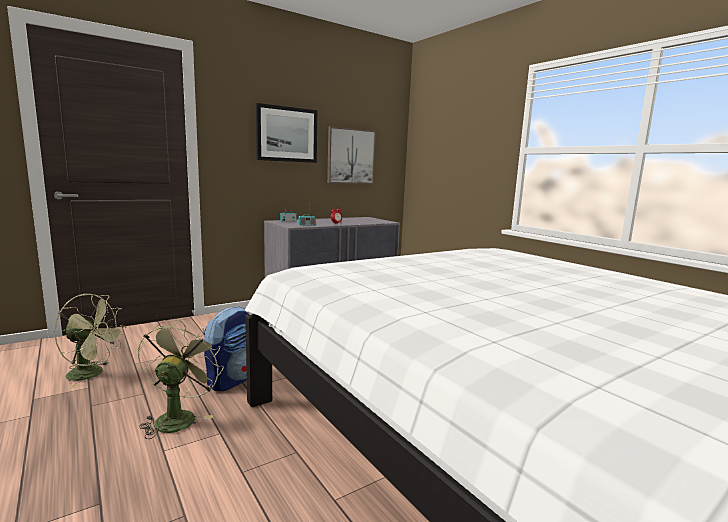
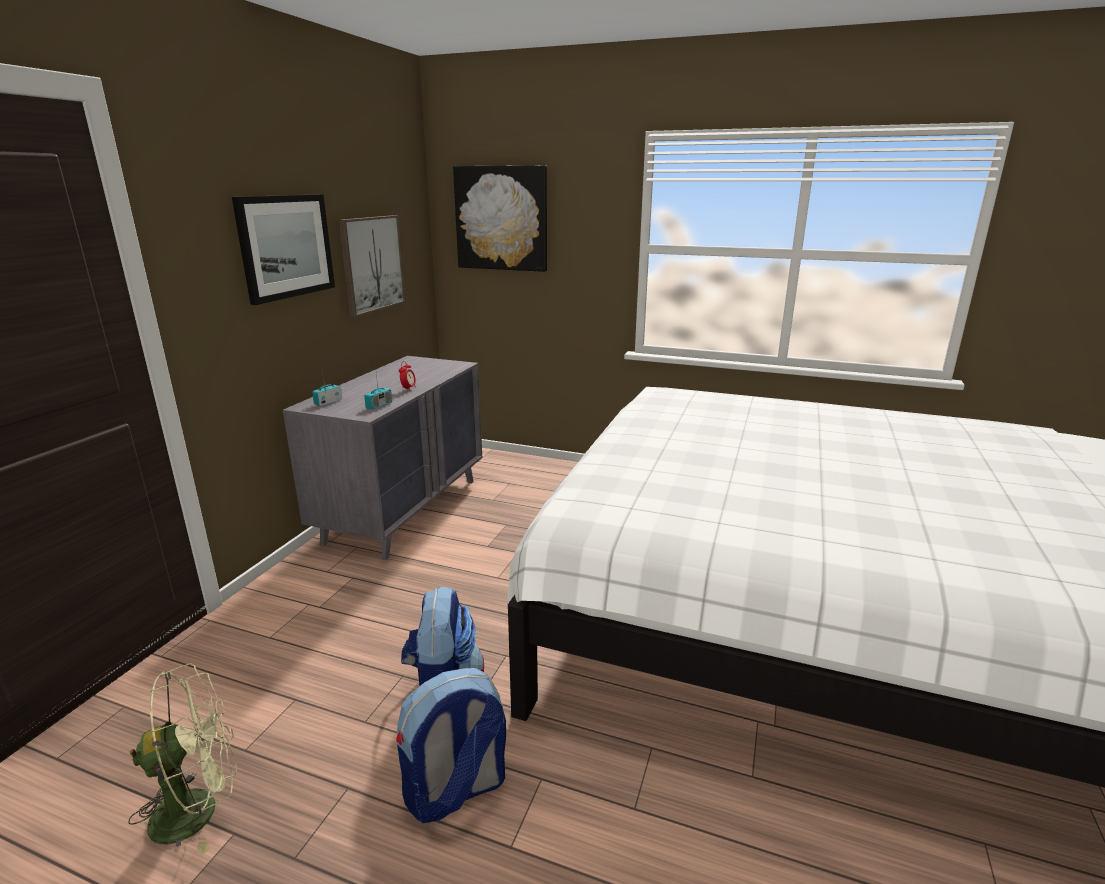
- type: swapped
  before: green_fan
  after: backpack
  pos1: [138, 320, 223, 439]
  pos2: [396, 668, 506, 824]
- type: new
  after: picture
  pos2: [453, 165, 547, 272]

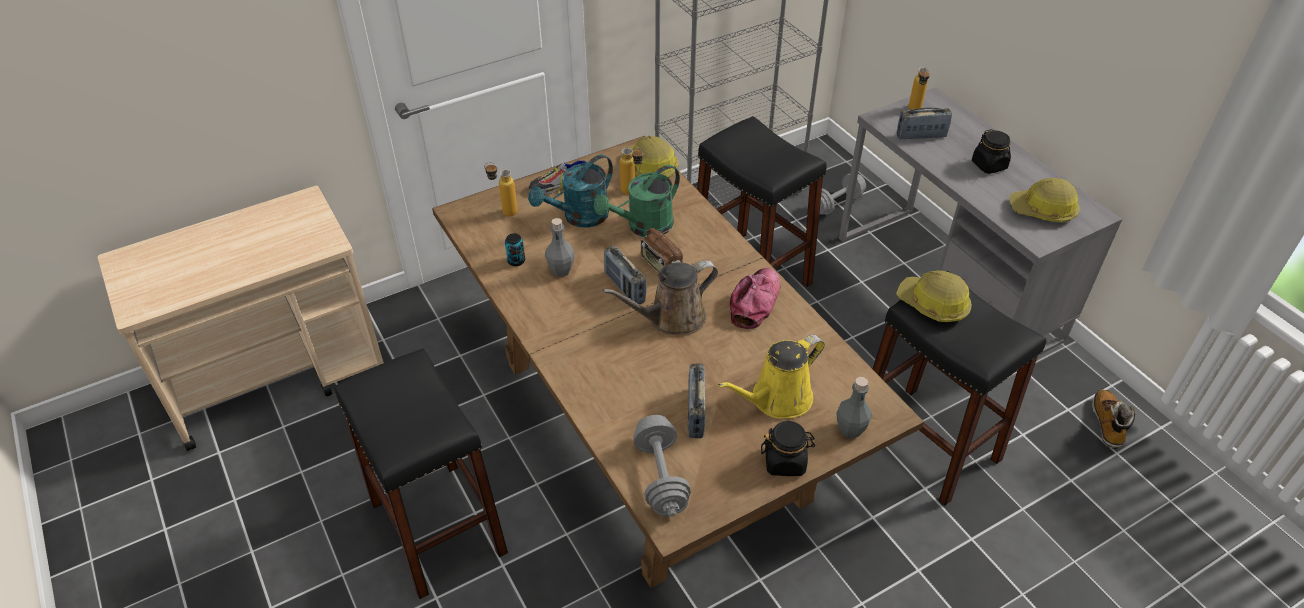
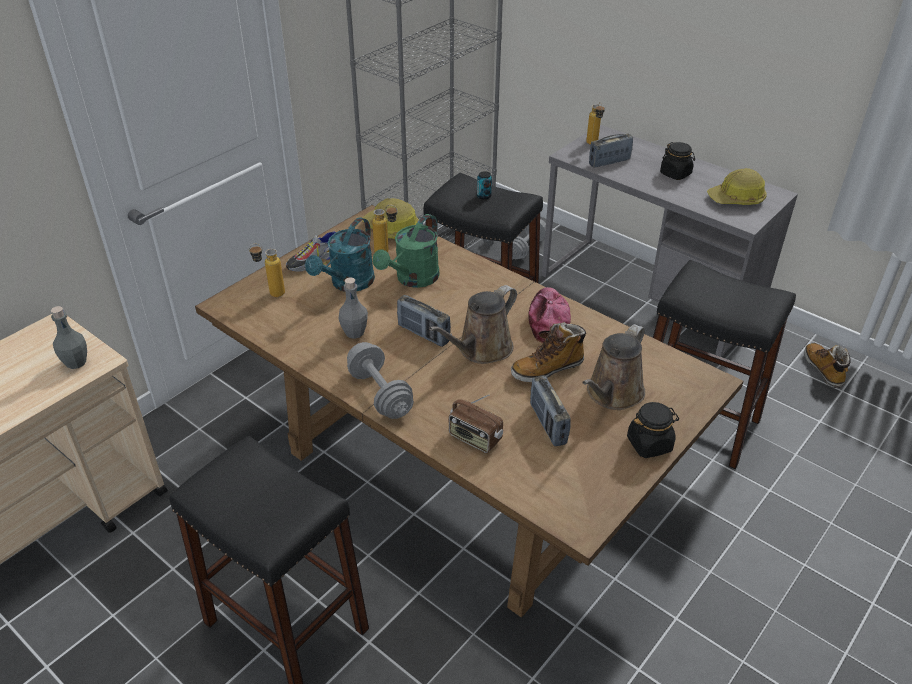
- type: shifted
  before: radio
  pos1: [641, 228, 683, 274]
  pos2: [449, 394, 503, 453]
- type: shifted
  before: can
  pos1: [505, 233, 525, 266]
  pos2: [477, 171, 492, 200]
- type: gone
  before: hard_hat
  pos1: [896, 270, 972, 322]
- type: repainted
  before: yellow_watering_can
  after: brown_watering_can
  pos1: [718, 335, 825, 419]
  pos2: [582, 324, 645, 410]
- type: shifted
  before: grey_bottle
  pos1: [837, 377, 872, 439]
  pos2: [51, 306, 87, 369]
- type: shifted
  before: grey_dumbbell
  pos1: [633, 415, 691, 516]
  pos2: [347, 342, 414, 419]
- type: new
  after: boot
  pos2: [511, 322, 587, 382]

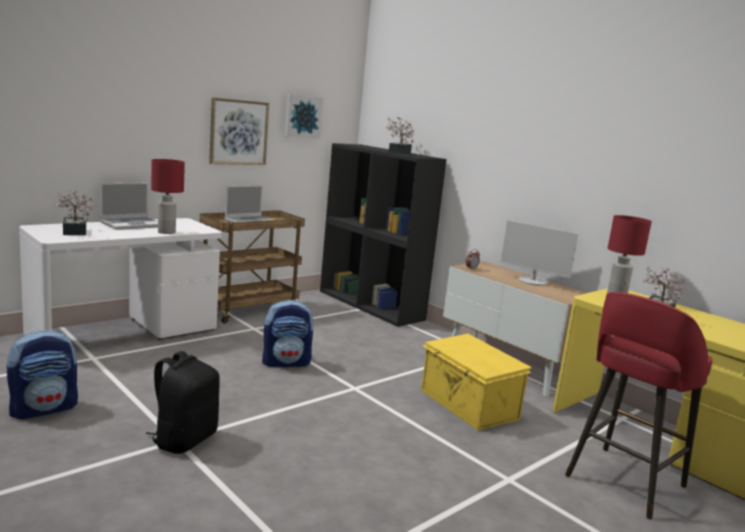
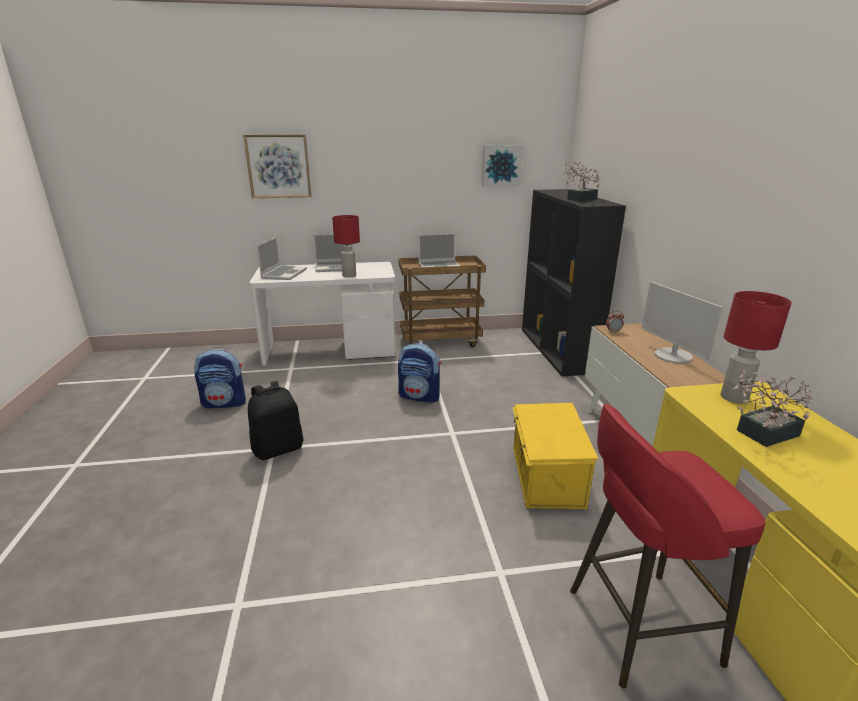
- type: shifted
  before: picture
  pos1: [209, 97, 269, 165]
  pos2: [243, 134, 312, 198]
- type: swapped
  before: potted_plant
  after: laptop
  pos1: [55, 191, 96, 235]
  pos2: [256, 237, 307, 280]

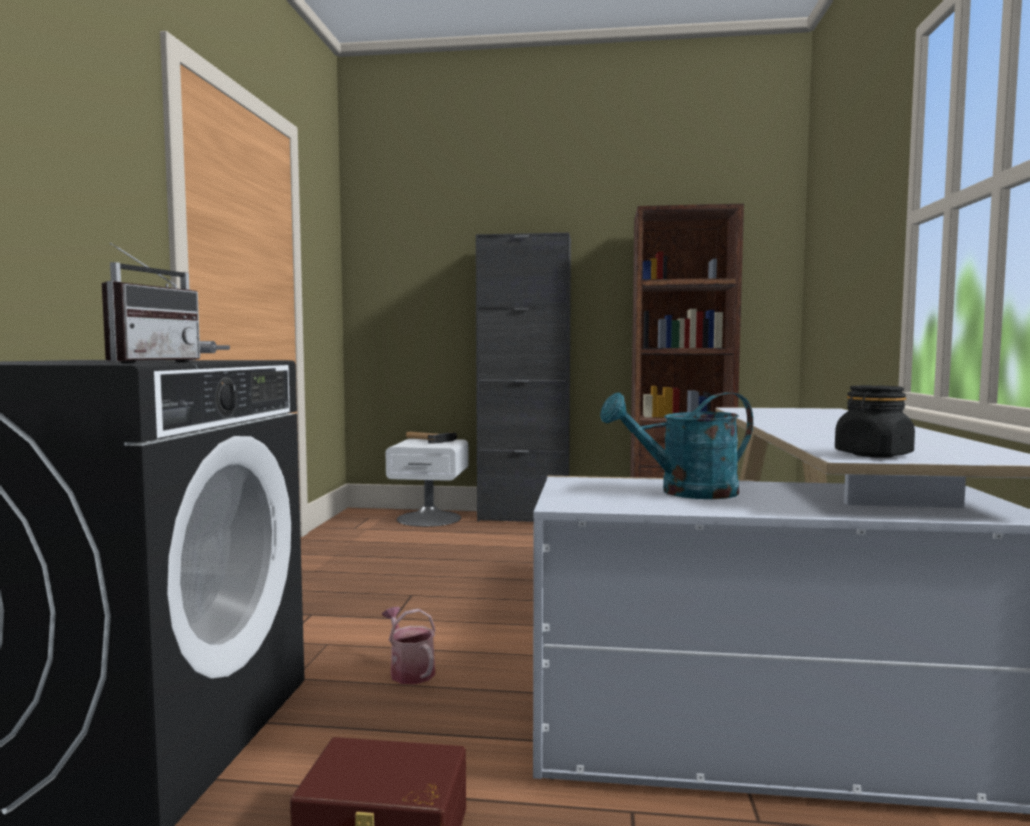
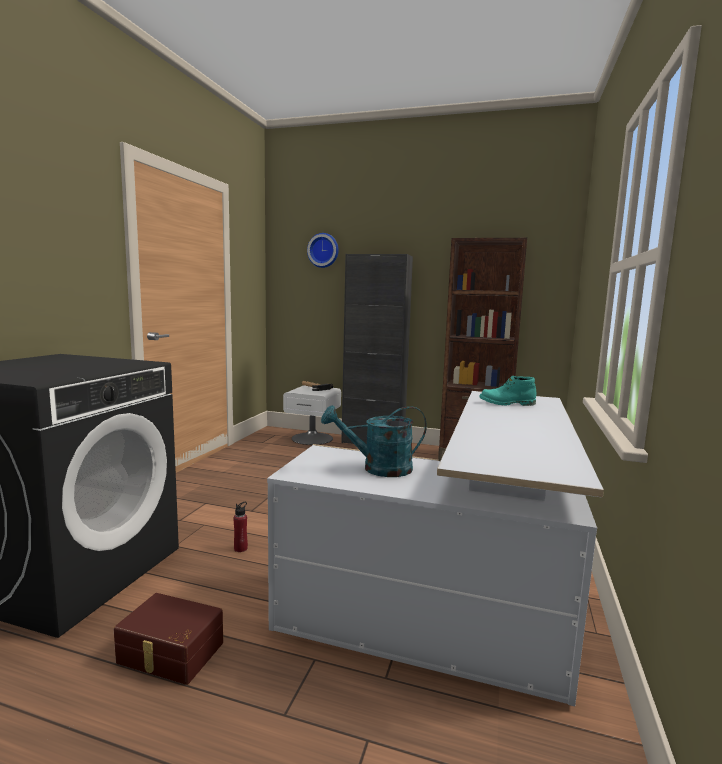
- type: gone
  before: radio
  pos1: [102, 242, 200, 364]
- type: gone
  before: black_jar
  pos1: [835, 385, 915, 458]
- type: swapped
  before: watering_can
  after: red_bottle
  pos1: [382, 607, 435, 684]
  pos2: [233, 502, 248, 552]
- type: new
  after: wall_clock
  pos2: [307, 233, 339, 268]
- type: new
  after: turquoise_boot
  pos2: [479, 375, 536, 406]

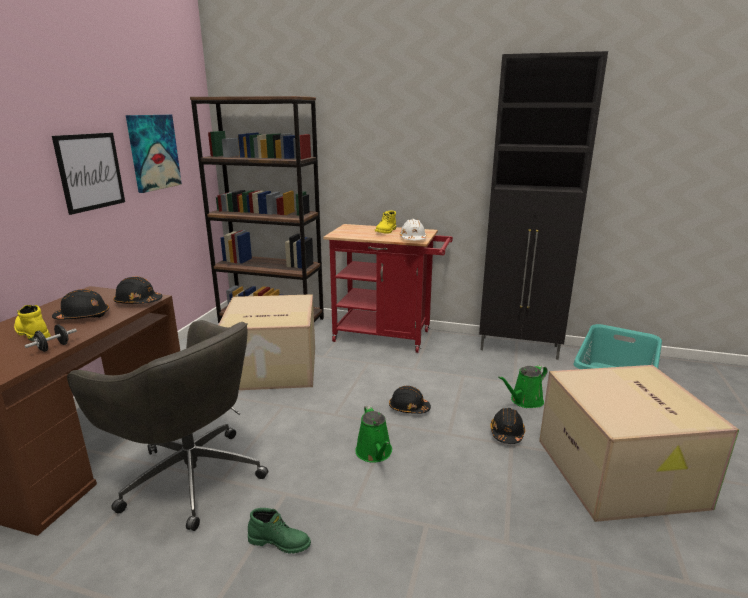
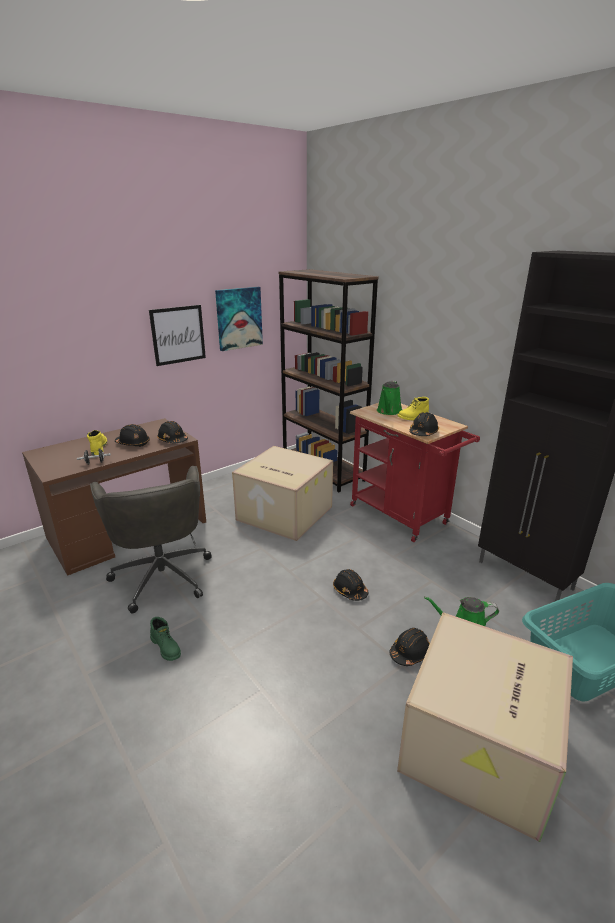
- type: repainted
  before: white_hard_hat
  after: black_hard_hat
  pos1: [400, 219, 427, 240]
  pos2: [409, 412, 439, 436]
- type: shifted
  before: green_watering_can
  pos1: [355, 405, 392, 463]
  pos2: [377, 381, 402, 415]

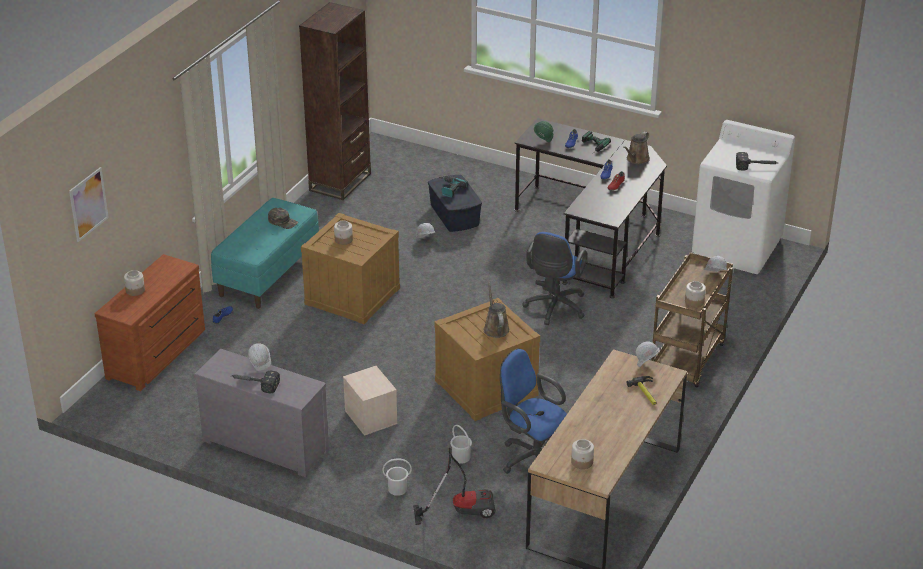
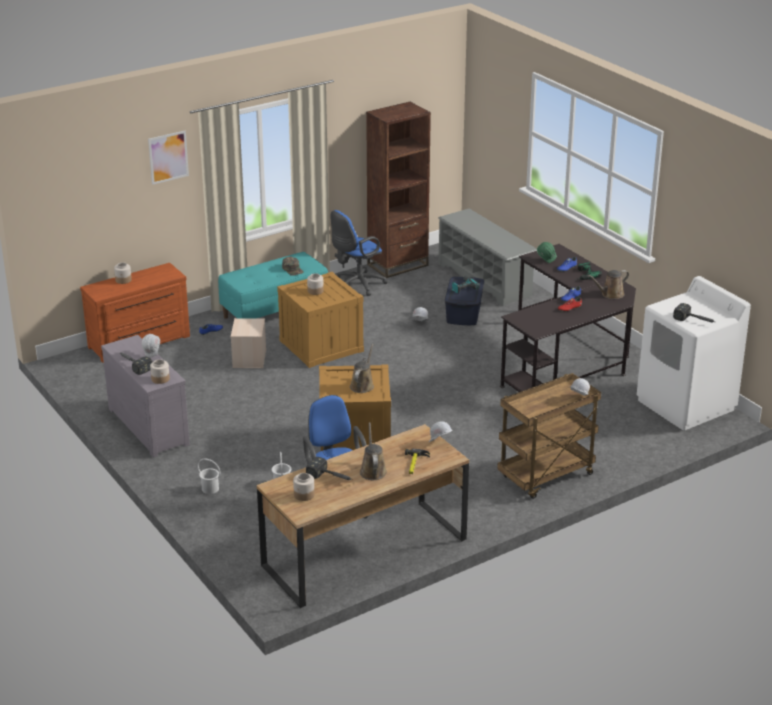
- type: shifted
  before: picture
  pos1: [69, 167, 109, 242]
  pos2: [148, 131, 189, 185]
- type: shifted
  before: blue_office_chair
  pos1: [523, 232, 587, 325]
  pos2: [331, 210, 388, 296]
- type: shifted
  before: jar
  pos1: [685, 281, 706, 307]
  pos2: [150, 359, 170, 384]
- type: shifted
  before: beige_storage_box
  pos1: [343, 366, 398, 436]
  pos2: [231, 318, 266, 368]
- type: gone
  before: vacuum_cleaner
  pos1: [413, 448, 496, 525]
- type: new
  after: grey_shoe_rack
  pos2: [438, 209, 537, 306]
- type: new
  after: brown_watering_can
  pos2: [360, 422, 387, 480]
- type: new
  after: hammer
  pos2: [306, 457, 352, 480]

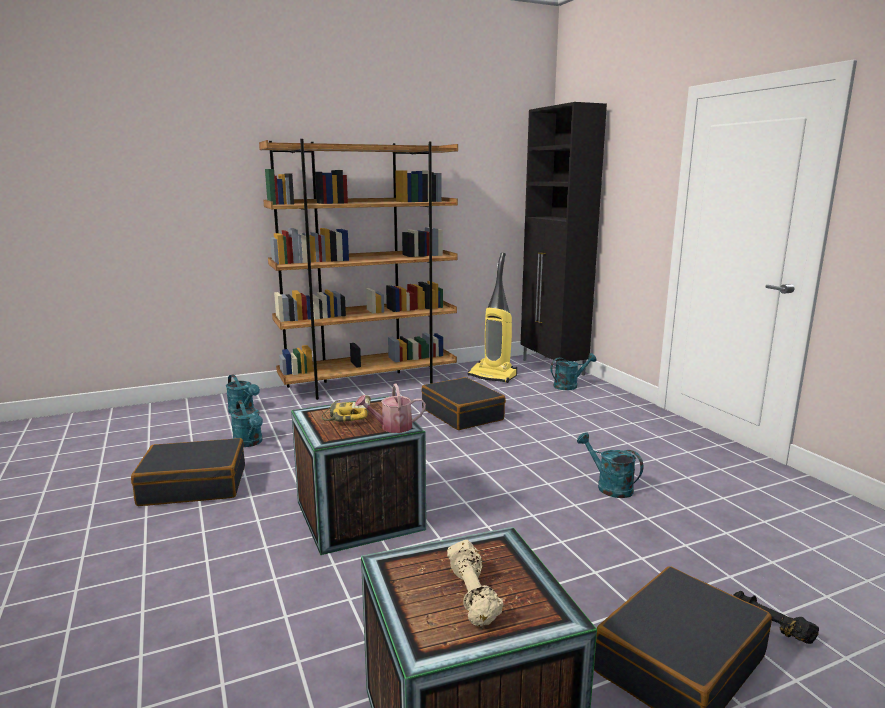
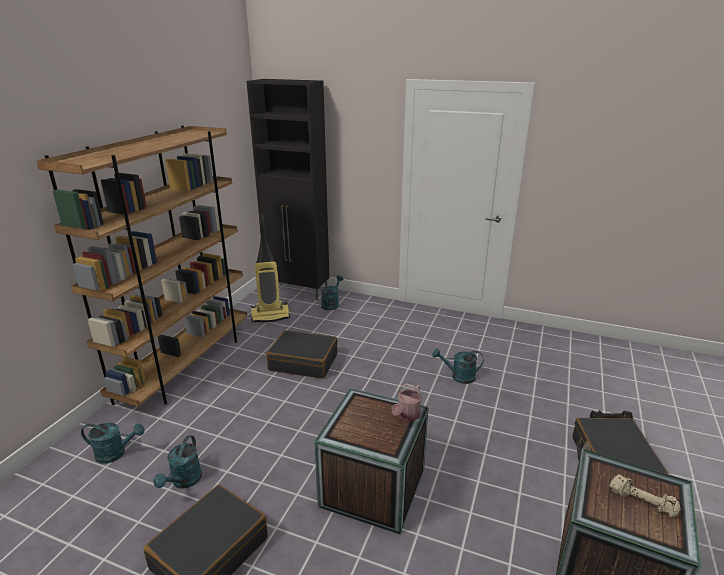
- type: gone
  before: power_drill
  pos1: [322, 395, 371, 422]
- type: rotated
  before: turquoise_watering_can
  pos1: [230, 400, 263, 447]
  pos2: [153, 435, 202, 489]
  turn: 90

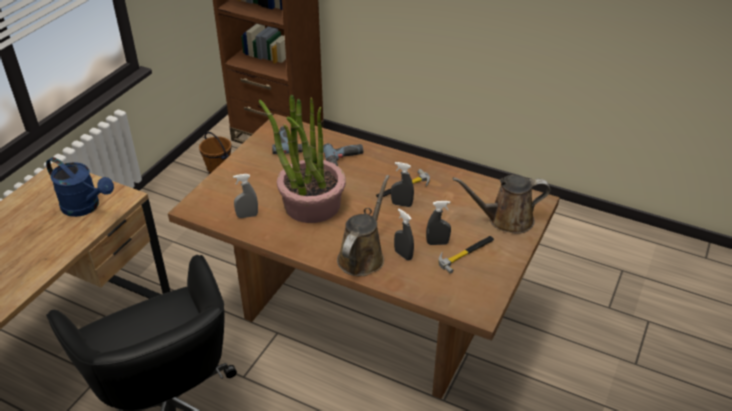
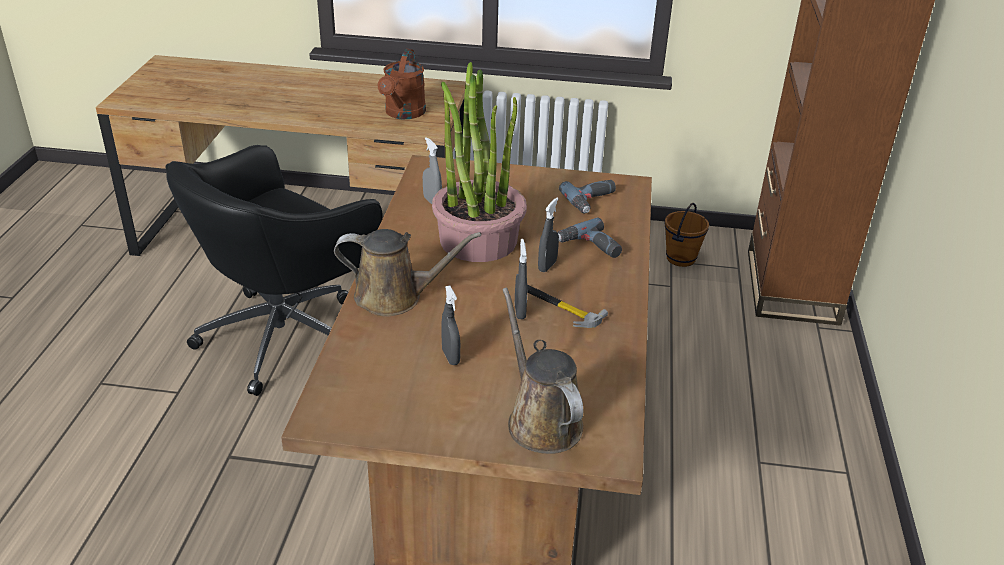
- type: repainted
  before: blue_watering_can
  after: brown_watering_can
  pos1: [46, 157, 114, 217]
  pos2: [377, 49, 426, 119]
- type: shifted
  before: grey_spray_bottle
  pos1: [394, 209, 414, 261]
  pos2: [538, 198, 559, 272]
- type: gone
  before: hammer
  pos1: [439, 236, 494, 274]

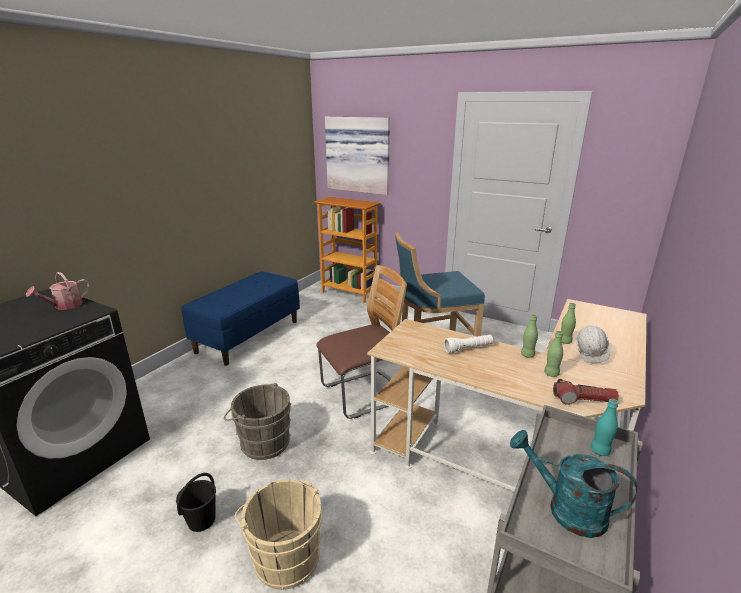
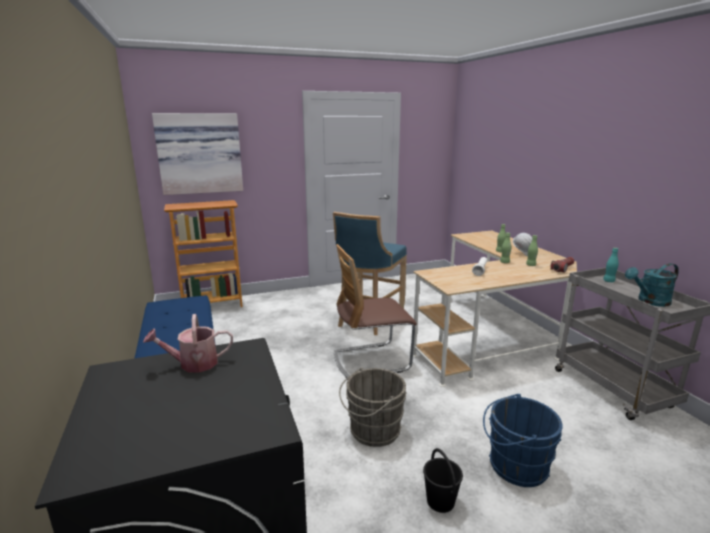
- type: rotated
  before: chair
  pos1: [316, 265, 407, 419]
  pos2: [334, 244, 417, 380]
  turn: -120
- type: rotated
  before: watering_can
  pos1: [26, 272, 90, 310]
  pos2: [143, 314, 233, 373]
  turn: 90
- type: repainted
  before: beige_bucket
  after: blue_bucket
  pos1: [235, 479, 323, 590]
  pos2: [483, 394, 563, 487]

